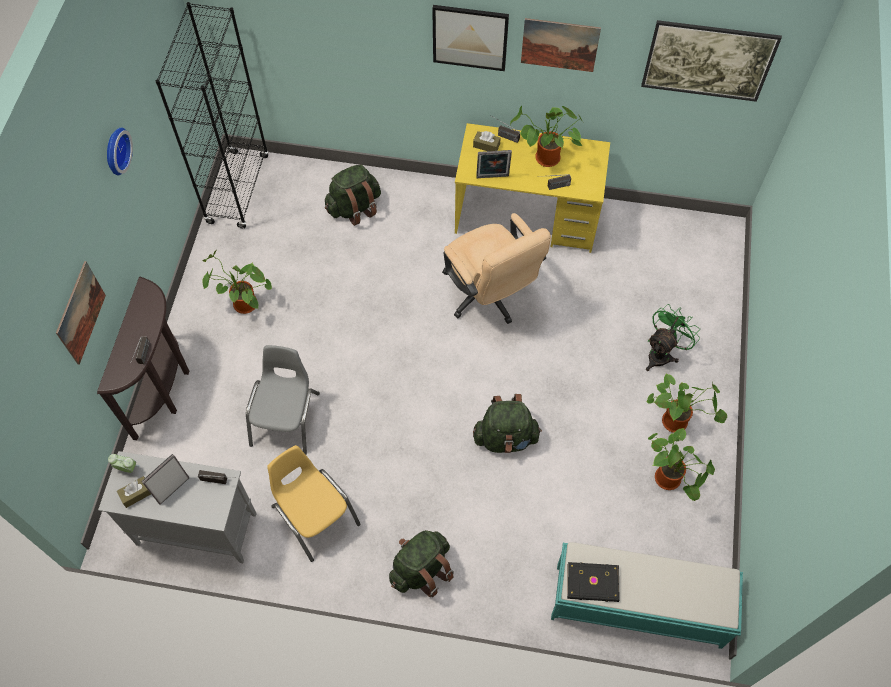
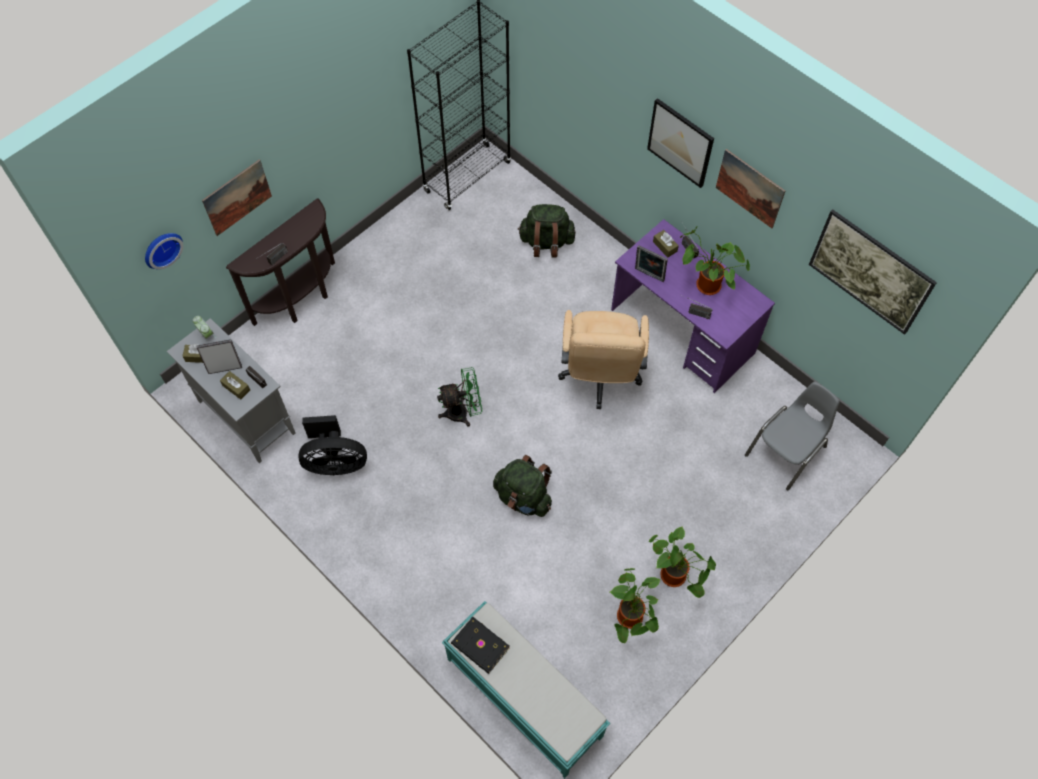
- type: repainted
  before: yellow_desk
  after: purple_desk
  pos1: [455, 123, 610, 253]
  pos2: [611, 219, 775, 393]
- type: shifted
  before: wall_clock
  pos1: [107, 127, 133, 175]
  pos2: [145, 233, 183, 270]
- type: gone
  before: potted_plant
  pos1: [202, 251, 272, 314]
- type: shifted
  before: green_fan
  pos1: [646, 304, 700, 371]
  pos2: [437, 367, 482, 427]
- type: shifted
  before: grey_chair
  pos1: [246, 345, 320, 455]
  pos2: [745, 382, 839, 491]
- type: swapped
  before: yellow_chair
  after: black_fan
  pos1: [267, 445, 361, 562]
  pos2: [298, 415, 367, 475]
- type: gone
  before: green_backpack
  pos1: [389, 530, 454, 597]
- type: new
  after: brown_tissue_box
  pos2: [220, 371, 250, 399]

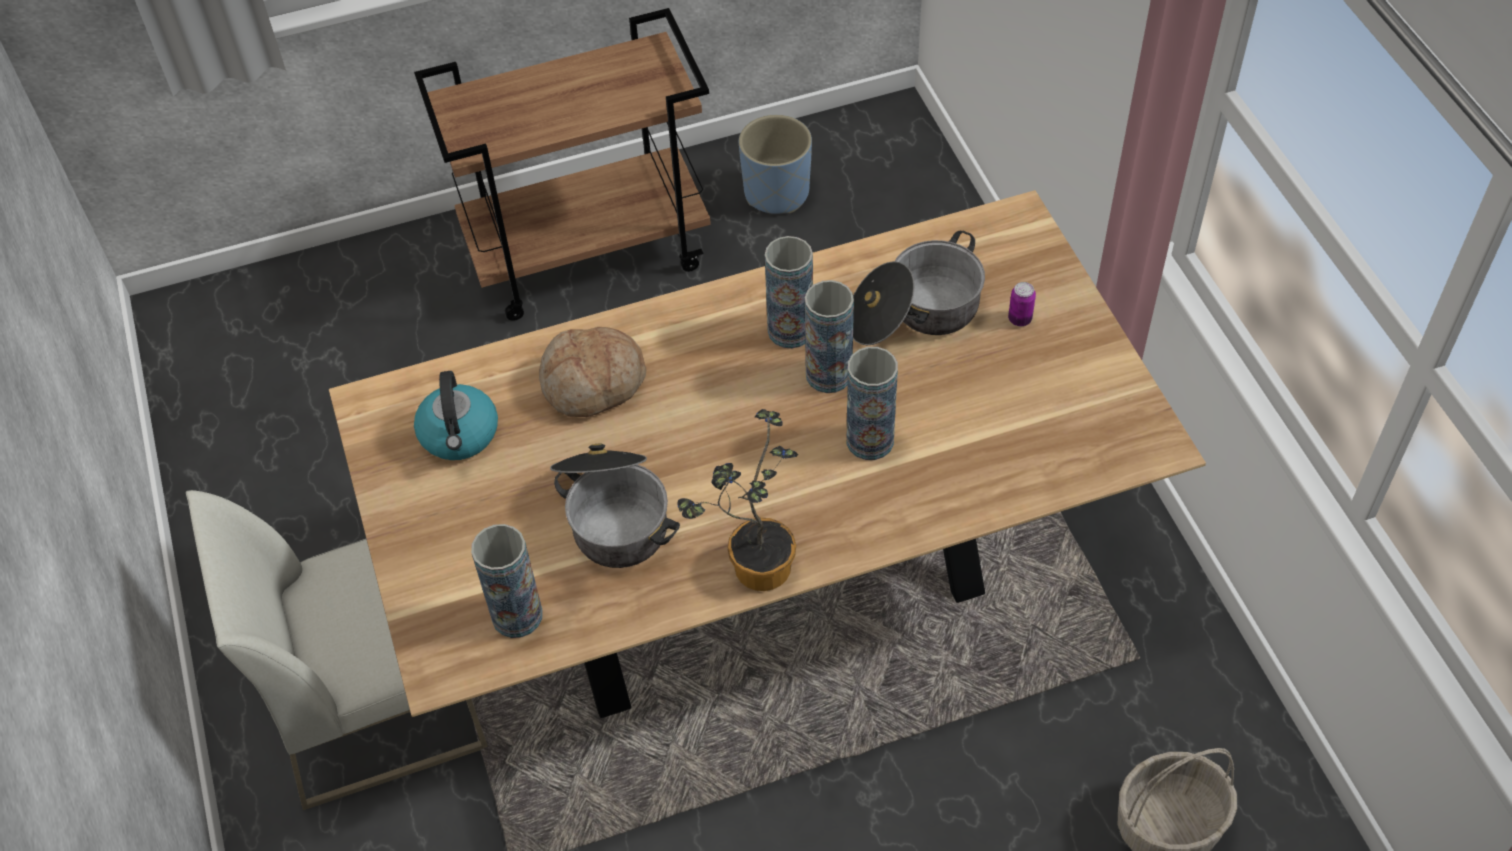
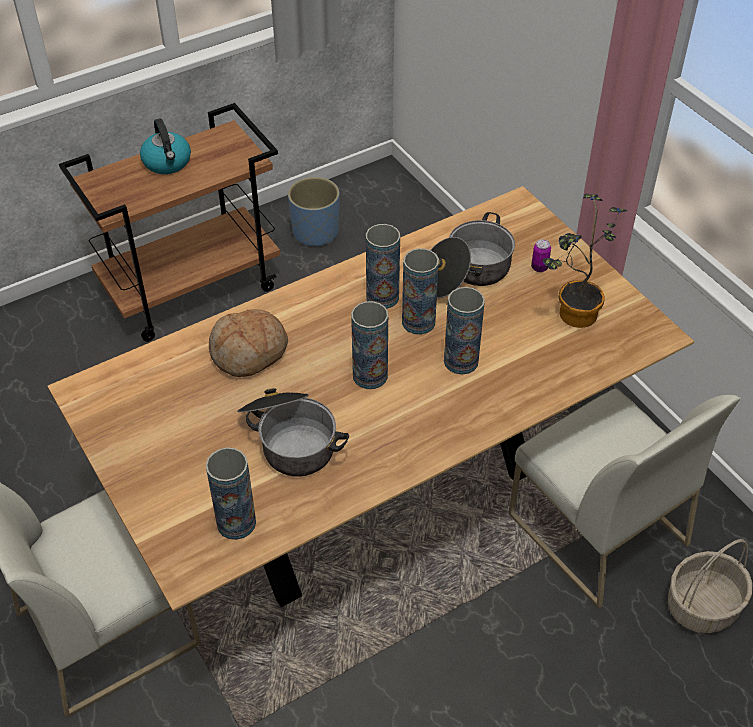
- type: shifted
  before: kettle
  pos1: [414, 371, 498, 460]
  pos2: [140, 118, 191, 174]
- type: shifted
  before: potted_plant
  pos1: [678, 409, 798, 591]
  pos2: [543, 193, 627, 328]
- type: new
  after: vase
  pos2: [351, 301, 388, 389]
- type: new
  after: white_chair
  pos2: [508, 388, 741, 609]

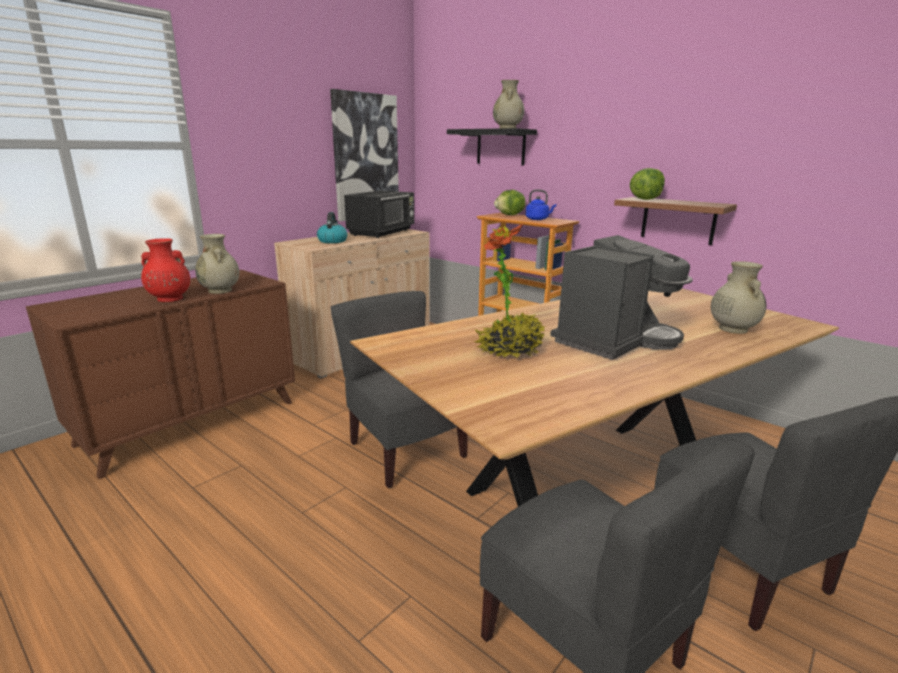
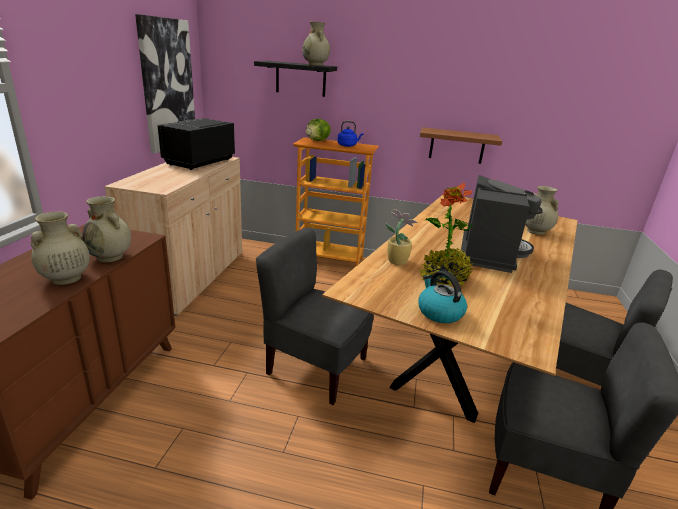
- type: gone
  before: lettuce
  pos1: [630, 168, 665, 200]
- type: rotated
  before: black_microwave
  pos1: [344, 191, 414, 238]
  pos2: [158, 118, 235, 170]
  turn: -150
- type: shifted
  before: kettle
  pos1: [317, 212, 348, 243]
  pos2: [418, 271, 467, 323]
- type: repainted
  before: red_vase
  after: beige_vase
  pos1: [141, 238, 190, 302]
  pos2: [31, 211, 90, 285]
- type: new
  after: potted_plant
  pos2: [386, 209, 418, 265]

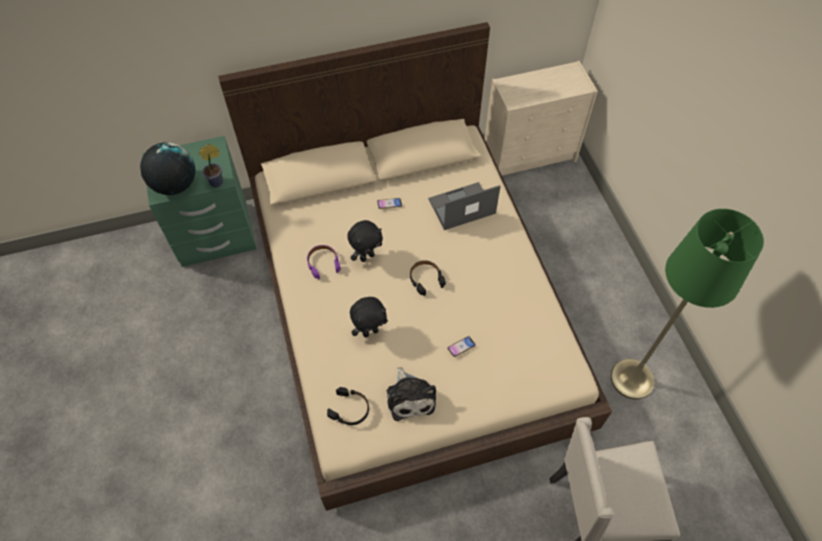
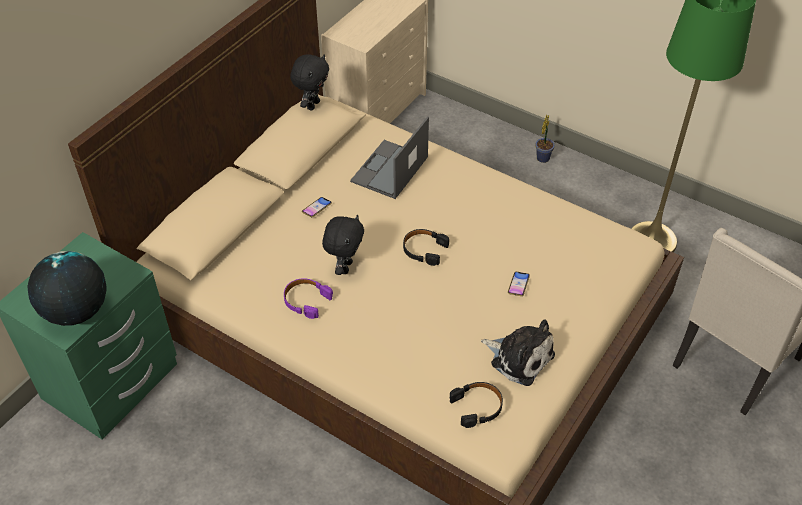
- type: shifted
  before: potted_plant
  pos1: [198, 144, 223, 187]
  pos2: [535, 115, 555, 163]
- type: shifted
  before: black_plush_toy
  pos1: [350, 297, 388, 338]
  pos2: [290, 54, 329, 110]

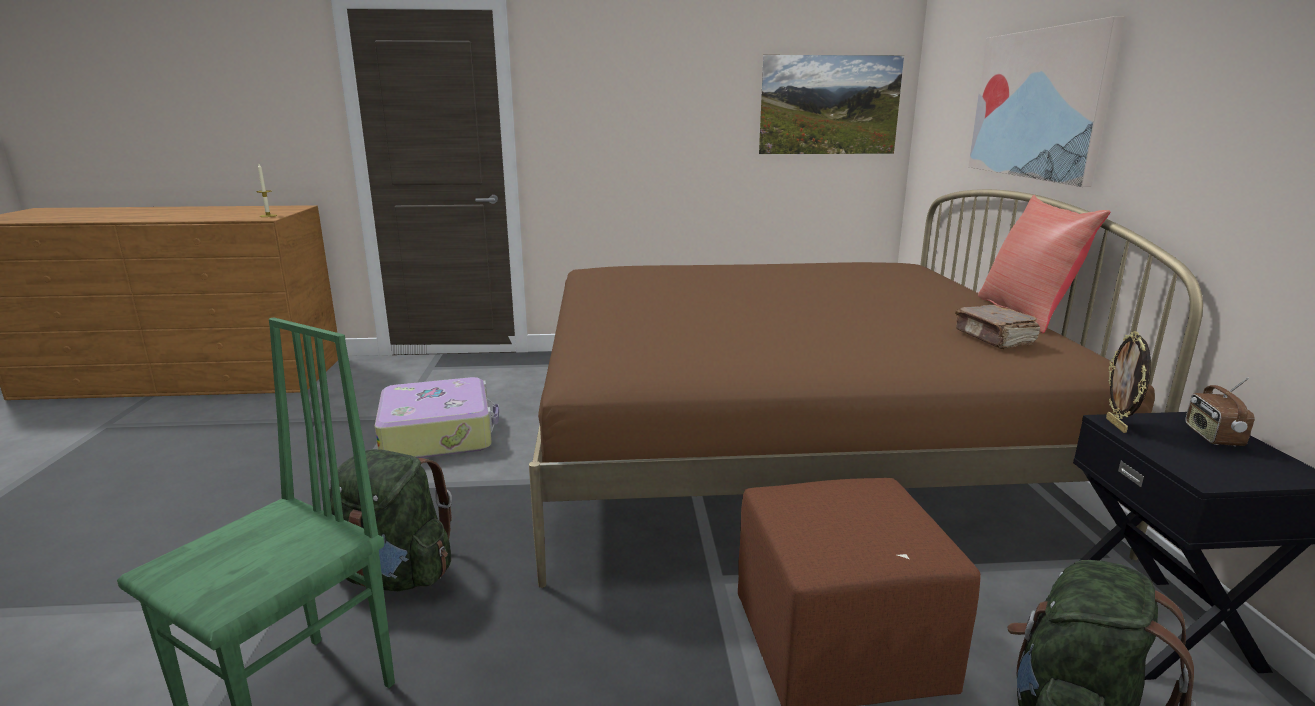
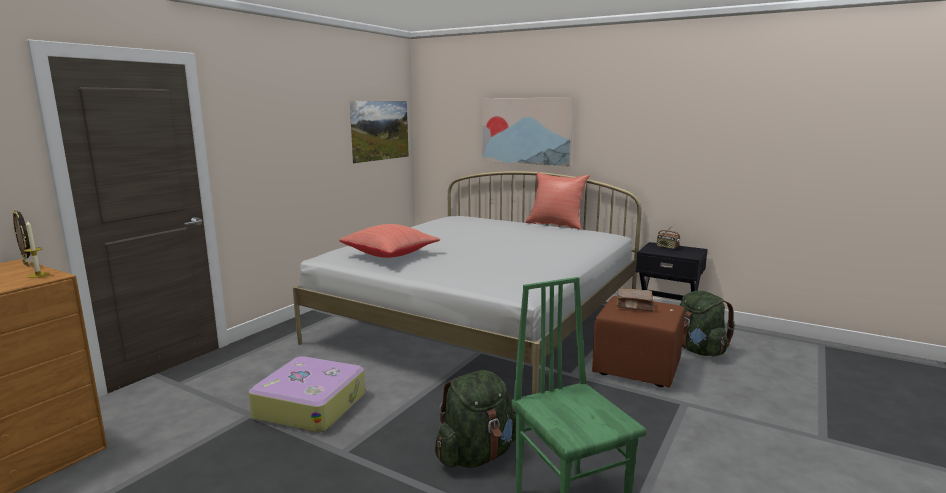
- type: repainted
  before: brown_bed
  after: white_bed
  pos1: [529, 189, 1203, 588]
  pos2: [293, 171, 642, 394]
- type: shifted
  before: brown_book
  pos1: [955, 305, 1040, 349]
  pos2: [617, 288, 654, 312]
- type: shifted
  before: picture_frame
  pos1: [1106, 331, 1151, 433]
  pos2: [12, 209, 31, 267]
- type: new
  after: red_pillow
  pos2: [339, 224, 441, 258]

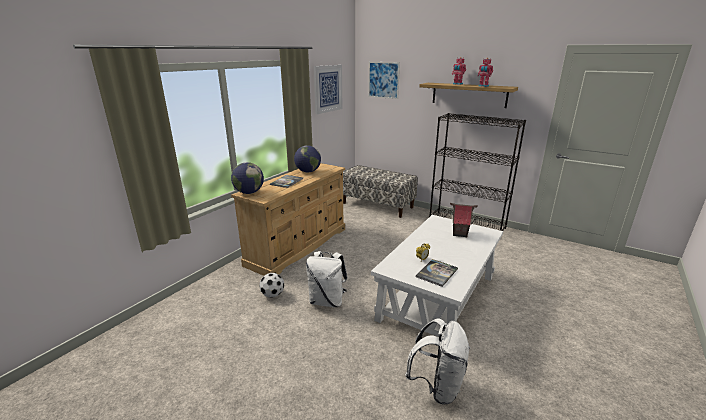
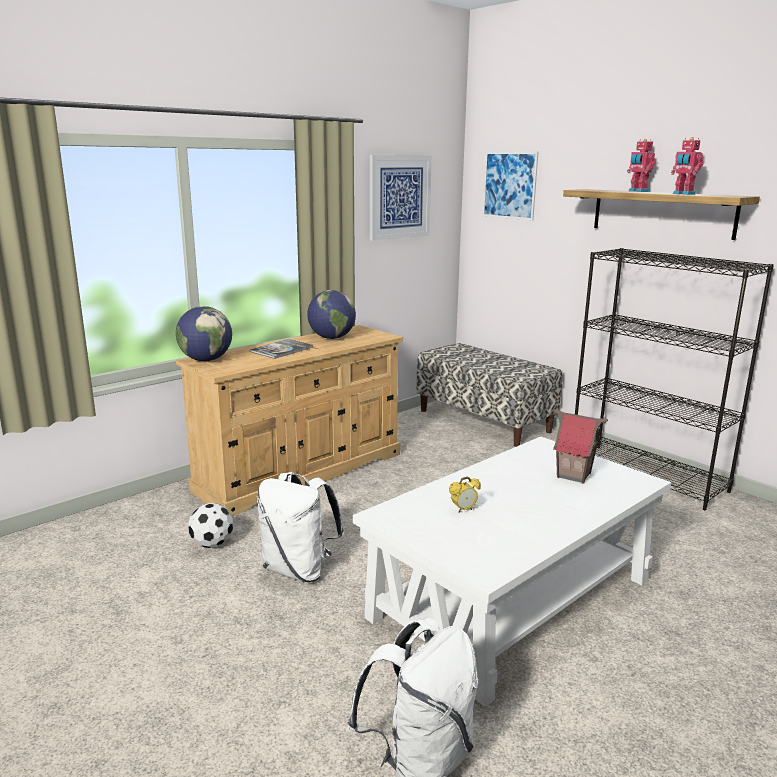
- type: gone
  before: book
  pos1: [416, 259, 458, 287]

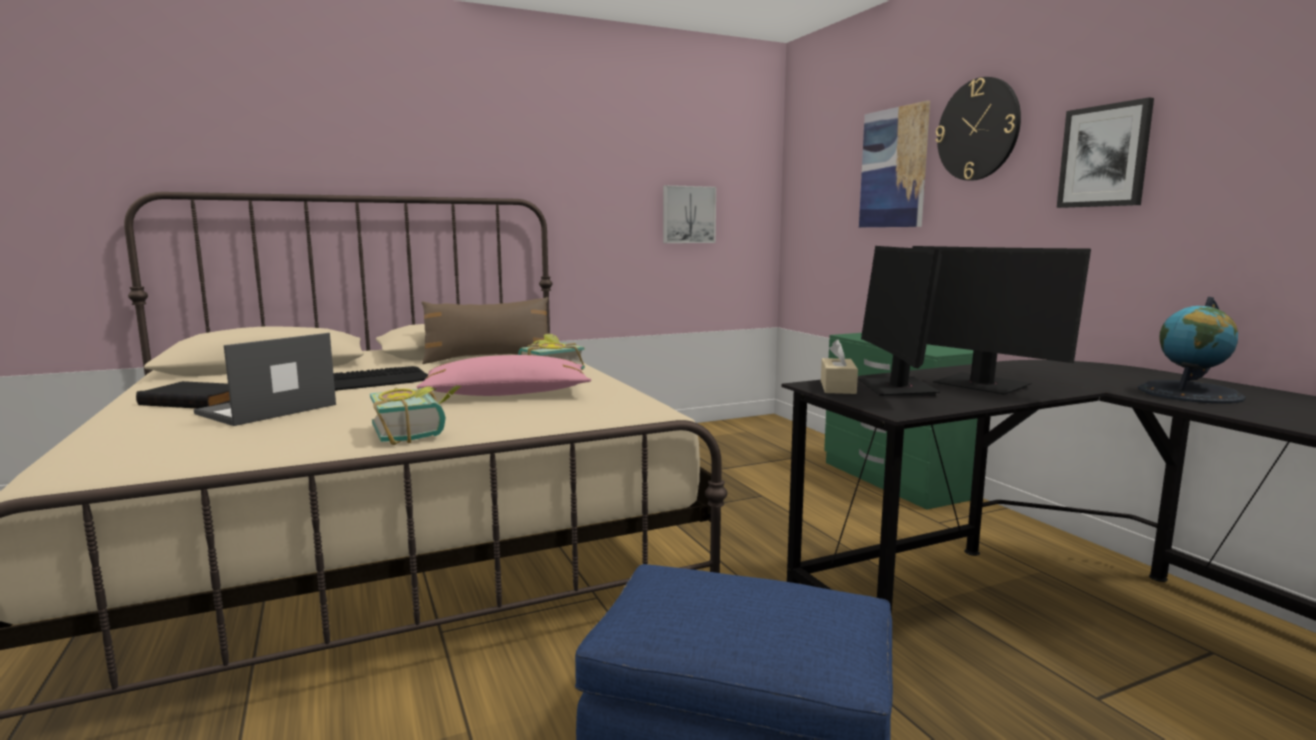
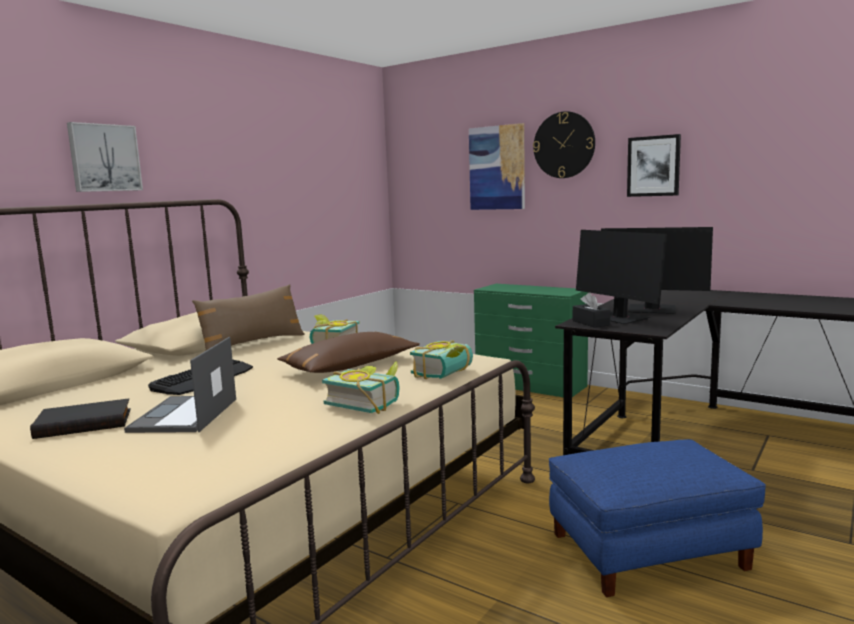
- type: shifted
  before: picture
  pos1: [663, 185, 716, 243]
  pos2: [67, 122, 143, 192]
- type: gone
  before: globe
  pos1: [1138, 297, 1246, 404]
- type: repainted
  before: beige_tissue_box
  after: black_tissue_box
  pos1: [821, 339, 858, 394]
  pos2: [573, 293, 610, 327]
- type: repainted
  before: pink_pillow
  after: brown_pillow
  pos1: [417, 355, 591, 396]
  pos2: [277, 332, 420, 373]
- type: new
  after: book
  pos2: [410, 340, 473, 379]

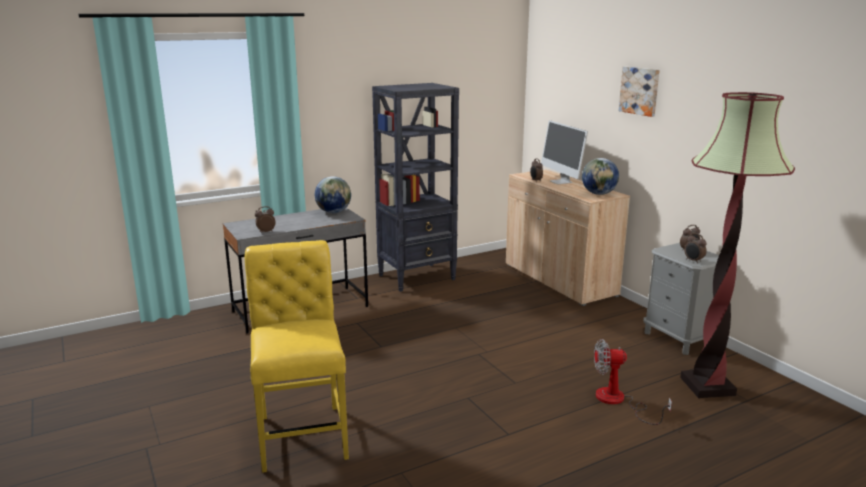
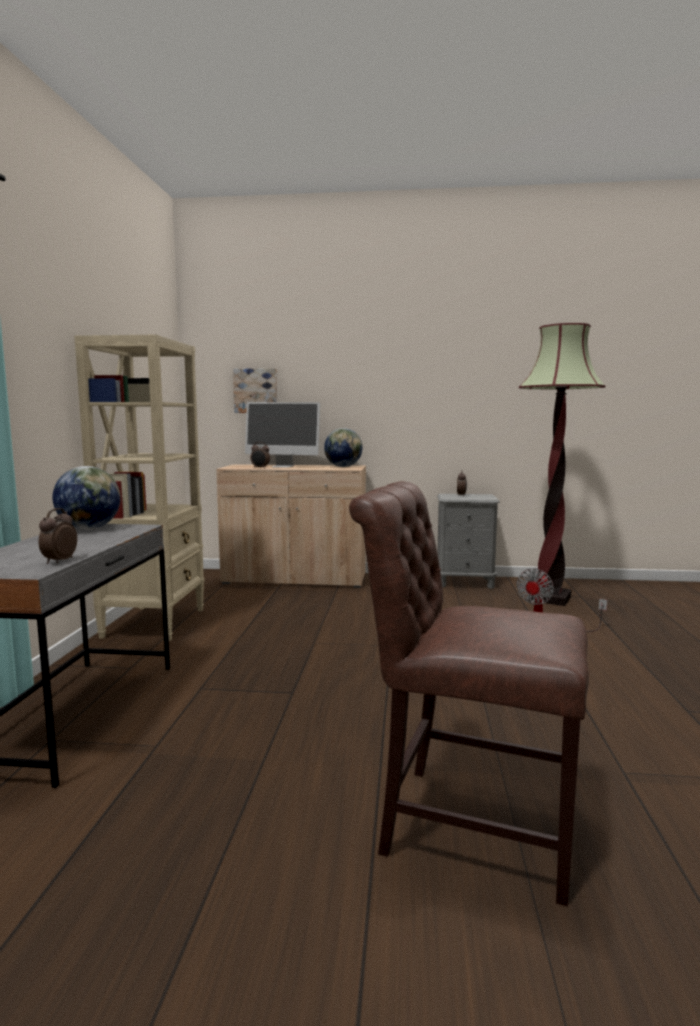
- type: shifted
  before: picture
  pos1: [619, 67, 660, 117]
  pos2: [233, 368, 277, 413]
- type: repainted
  before: black_bookcase
  after: beige_bookcase
  pos1: [372, 83, 459, 292]
  pos2: [74, 335, 205, 641]
- type: gone
  before: alarm_clock
  pos1: [684, 233, 707, 263]
- type: repainted
  before: yellow_chair
  after: brown_chair
  pos1: [245, 240, 349, 473]
  pos2: [349, 481, 589, 906]

